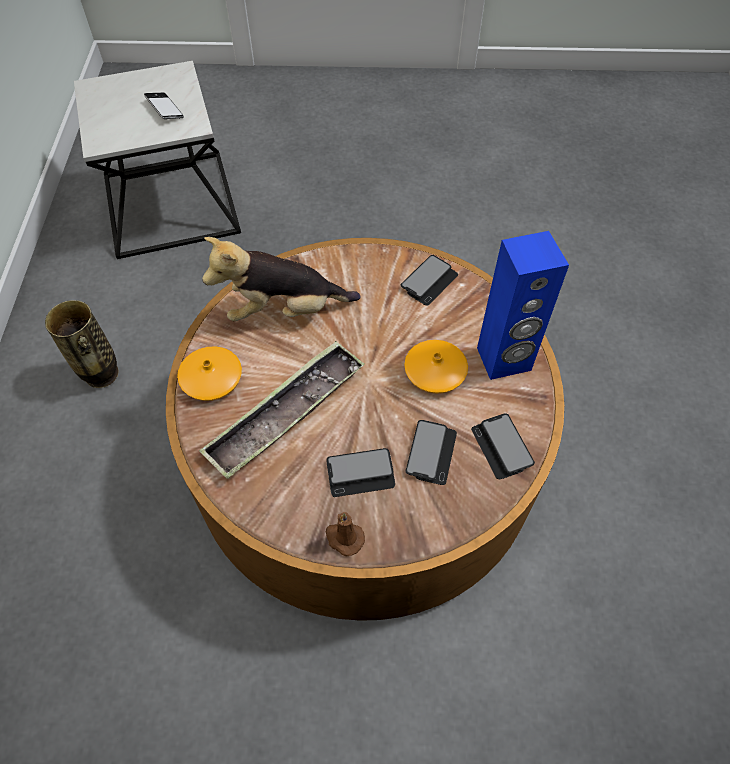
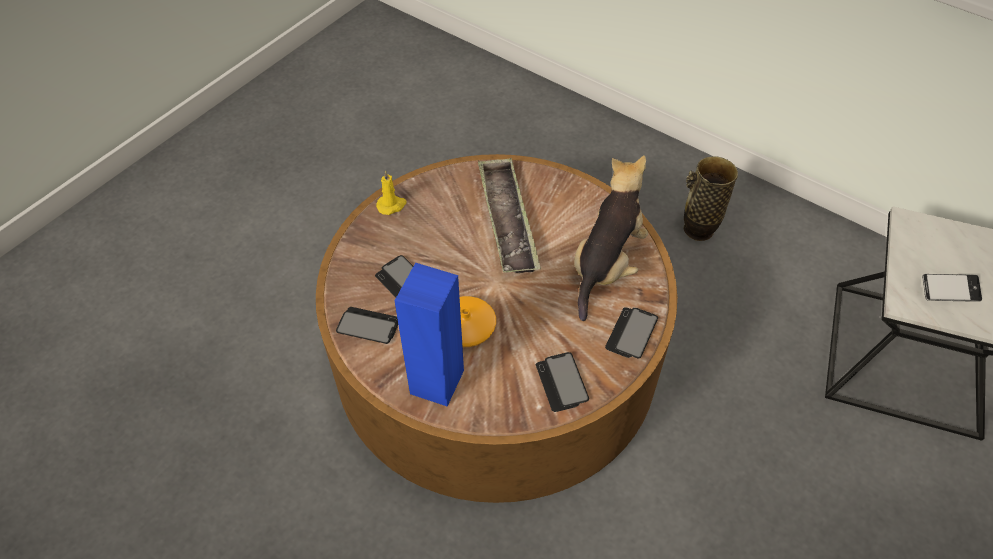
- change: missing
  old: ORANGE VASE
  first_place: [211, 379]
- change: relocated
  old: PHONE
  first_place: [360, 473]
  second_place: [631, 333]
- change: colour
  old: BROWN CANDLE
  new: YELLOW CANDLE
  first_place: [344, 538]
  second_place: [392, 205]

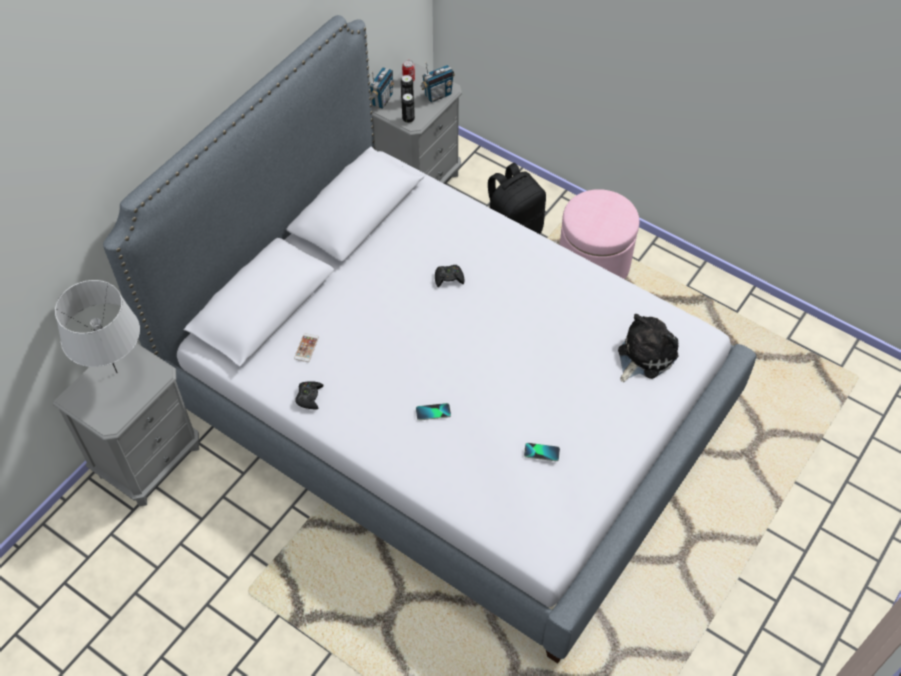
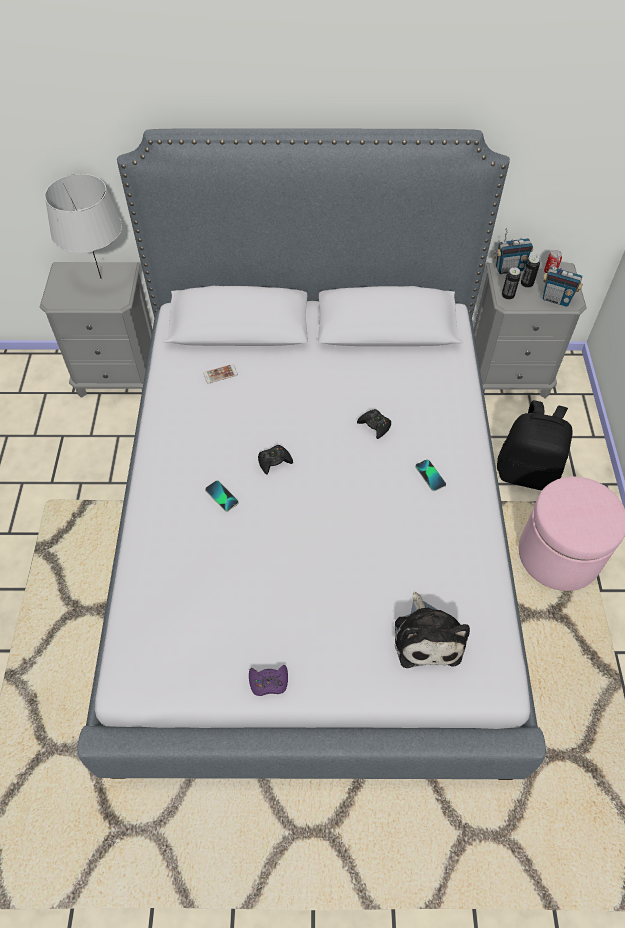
- change: appeared
  new: PURPLE GAME CONTROLLER
  second_place: [268, 682]
- change: relocated
  old: BLACK GAME CONTROLLER
  first_place: [309, 397]
  second_place: [274, 461]
- change: relocated
  old: PHONE
  first_place: [541, 452]
  second_place: [430, 475]
- change: spun
  old: PLUSH TOY
  first_place: [644, 355]
  second_place: [427, 636]
  degrees: 75

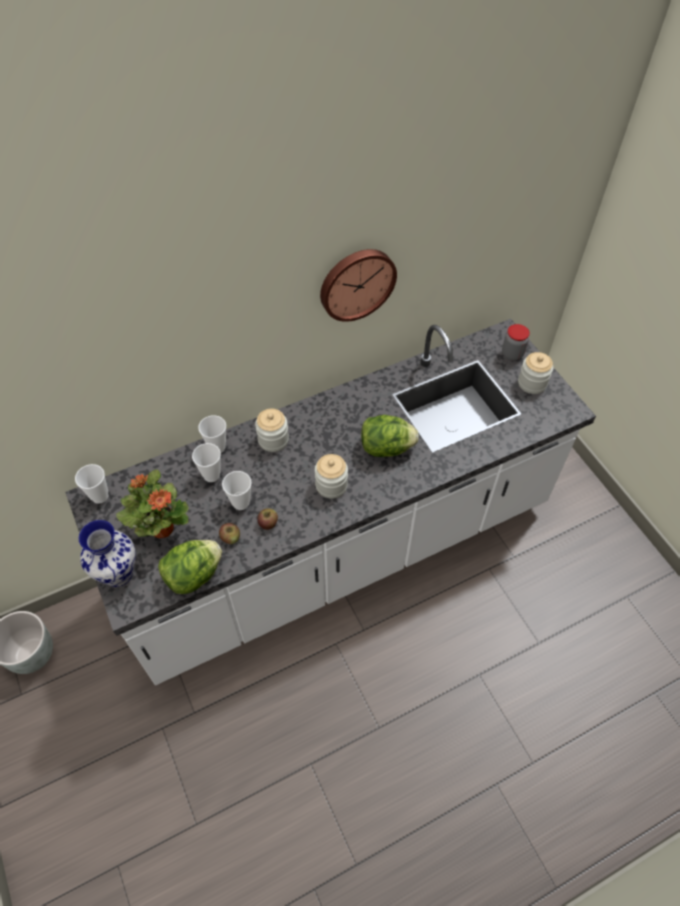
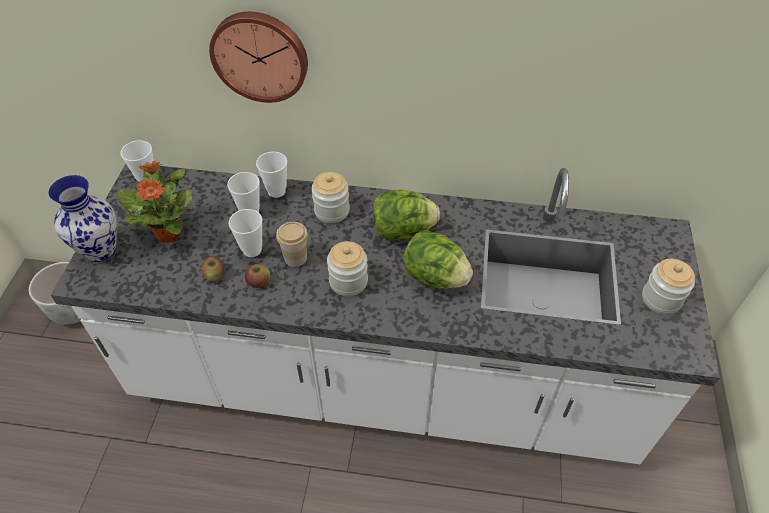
- change: missing
  old: JAR
  first_place: [512, 354]
- change: appeared
  new: CUP
  second_place: [295, 258]
- change: relocated
  old: LETTUCE
  first_place: [193, 575]
  second_place: [403, 230]
- change: relocated
  old: WALL CLOCK
  first_place: [356, 283]
  second_place: [260, 55]

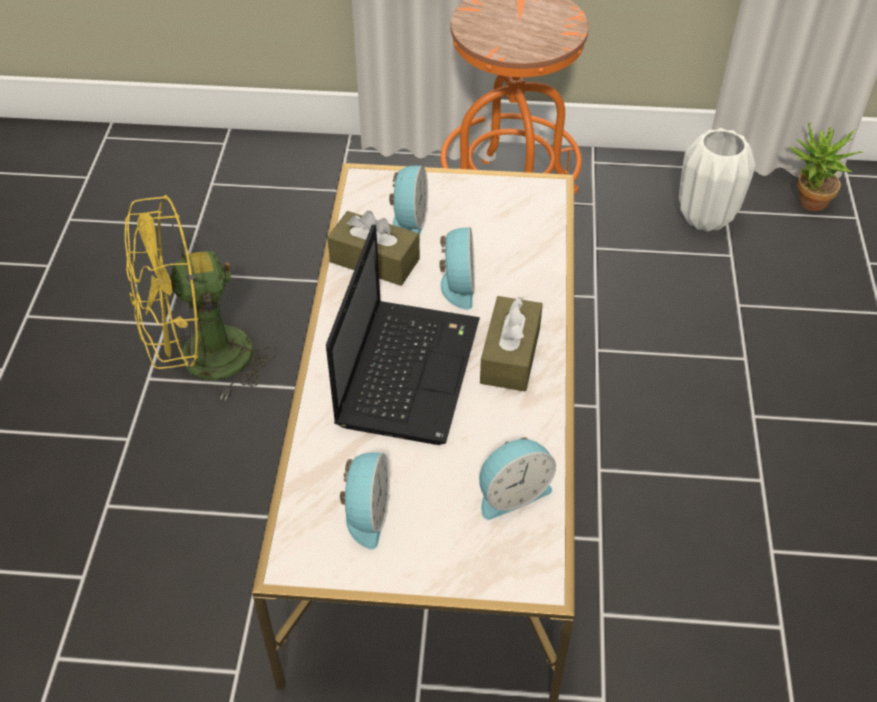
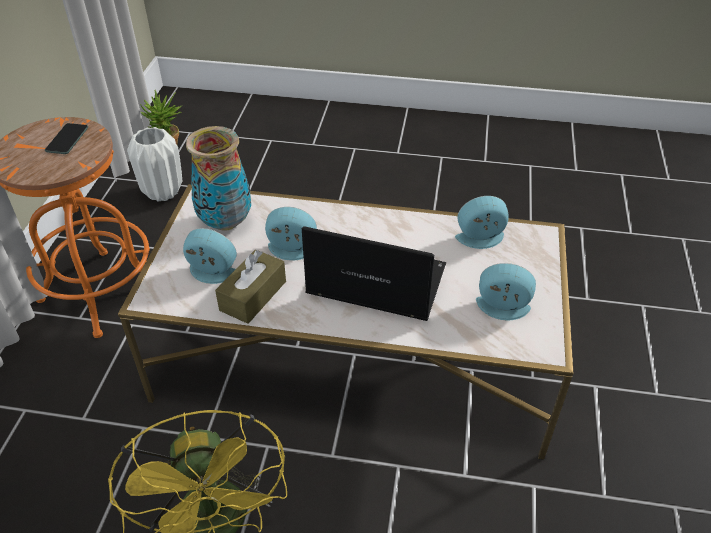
- change: missing
  old: BROWN TISSUE BOX
  first_place: [510, 355]
- change: appeared
  new: PHONE
  second_place: [67, 139]
- change: appeared
  new: VASE
  second_place: [225, 222]
- change: spun
  old: ALARM CLOCK
  first_place: [511, 493]
  second_place: [481, 240]
  degrees: -75

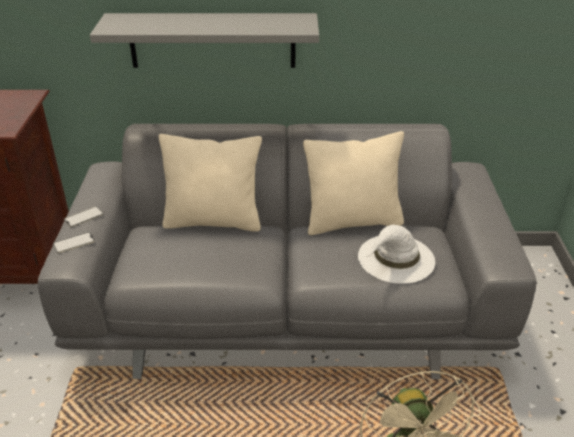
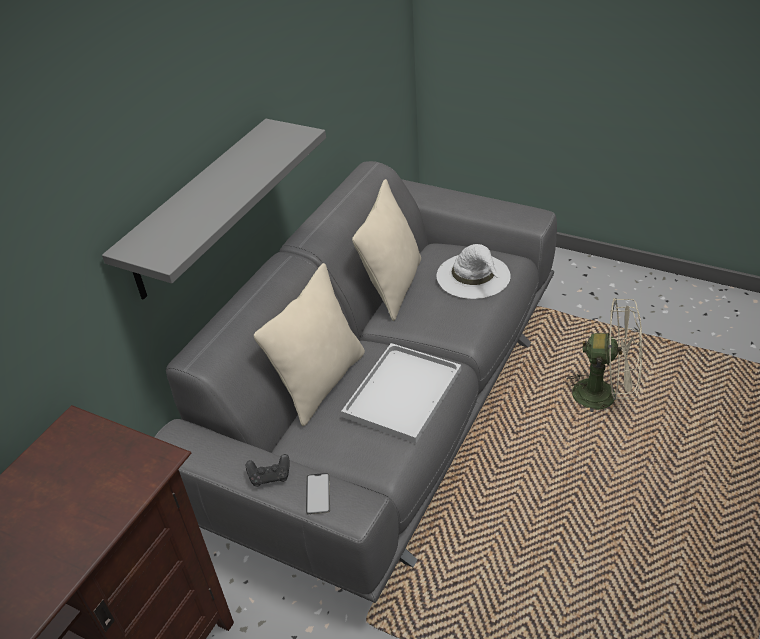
- change: appeared
  new: WHITE TRAY
  second_place: [402, 391]
- change: exchanged
  old: PHONE
  new: BLACK GAME CONTROLLER
  first_place: [84, 217]
  second_place: [270, 476]

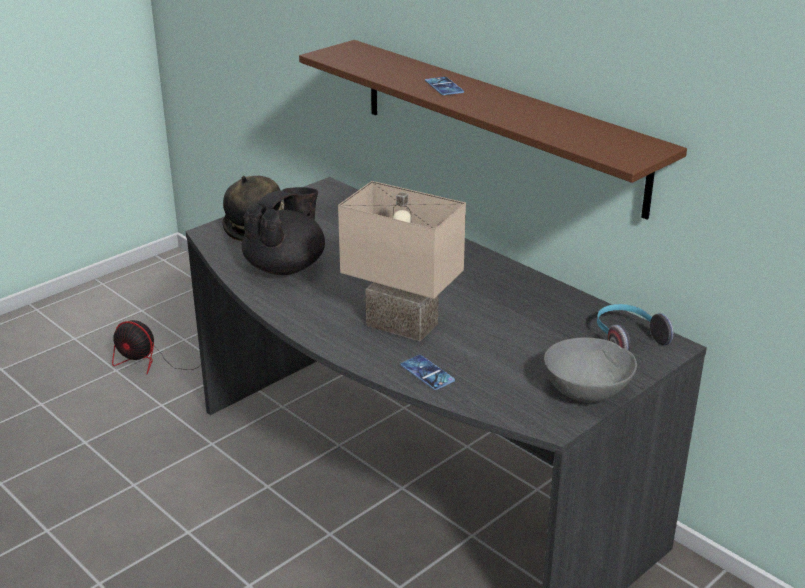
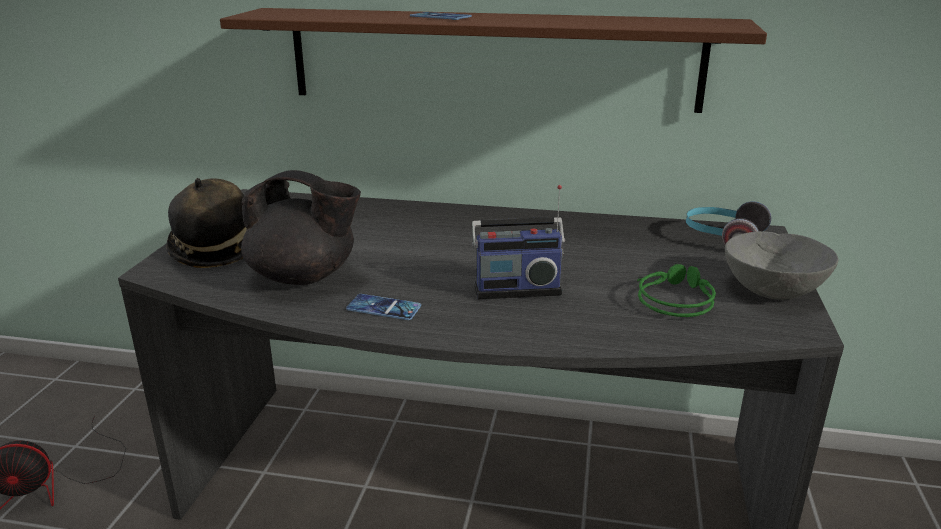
- change: appeared
  new: GREEN HEADPHONES
  second_place: [673, 299]
- change: relocated
  old: PHONE
  first_place: [427, 373]
  second_place: [384, 308]
- change: exchanged
  old: BEIGE TABLE LAMP
  new: RADIO
  first_place: [404, 323]
  second_place: [516, 289]
- change: spun
  old: BLACK TEAPOT
  first_place: [286, 267]
  second_place: [304, 277]
  degrees: 105

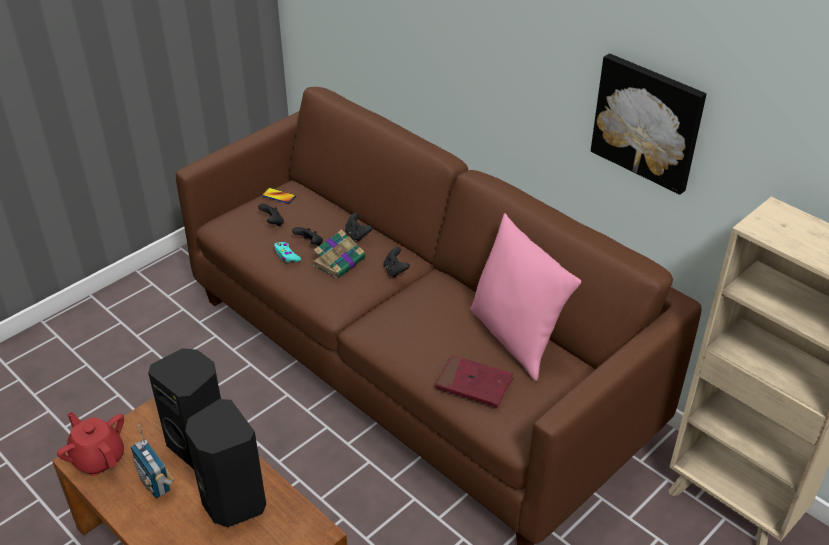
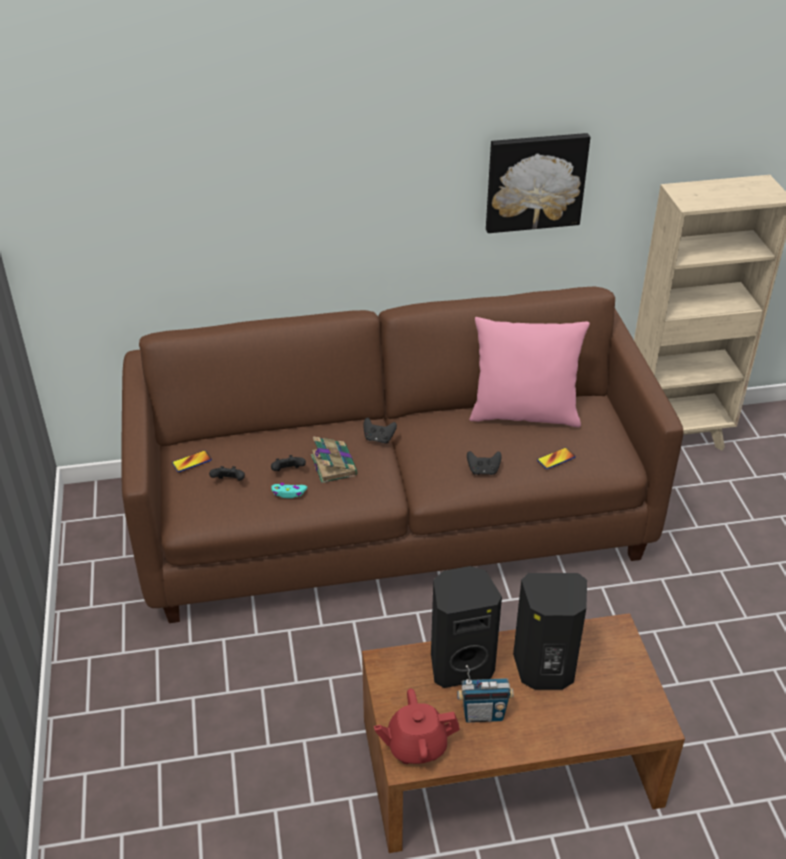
- change: relocated
  old: BLACK GAME CONTROLLER
  first_place: [357, 235]
  second_place: [483, 471]
- change: exchanged
  old: RED BOOK
  new: PHONE
  first_place: [474, 384]
  second_place: [556, 459]

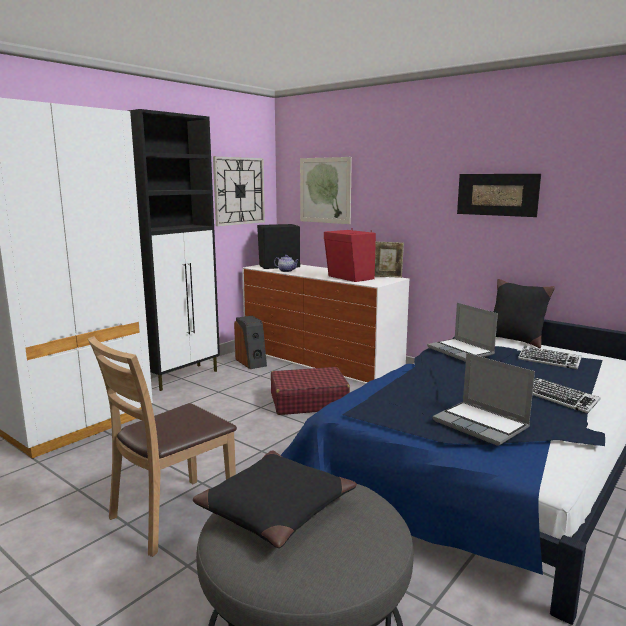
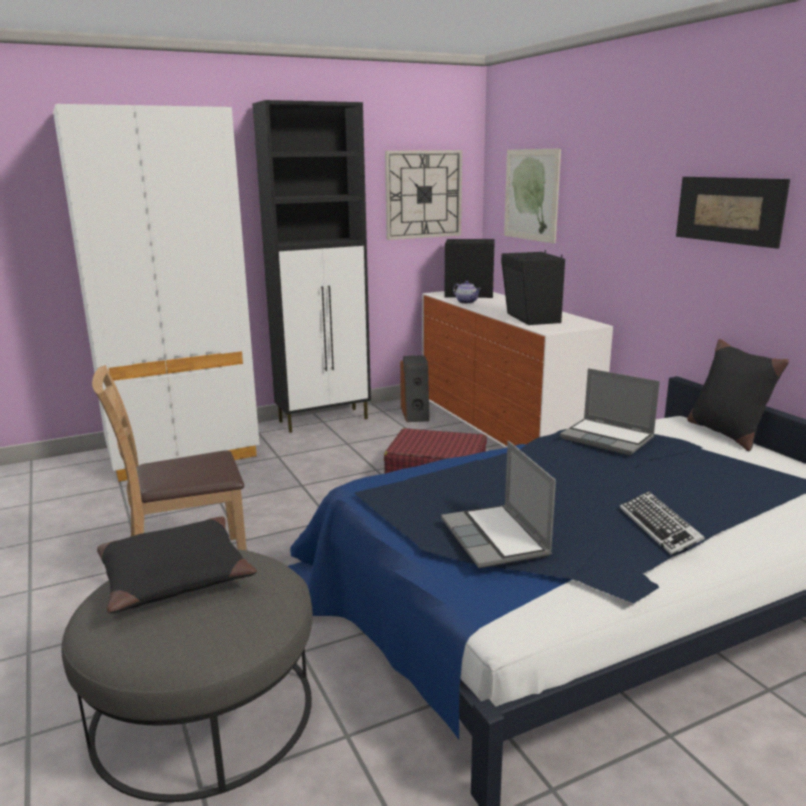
- change: missing
  old: PICTURE FRAME
  first_place: [387, 277]
- change: missing
  old: KEYBOARD
  first_place: [549, 361]
- change: colour
  old: RED SPEAKER
  new: BLACK SPEAKER
  first_place: [349, 278]
  second_place: [530, 318]
- change: spun
  old: LAPTOP
  first_place: [461, 351]
  second_place: [608, 438]
  degrees: -45

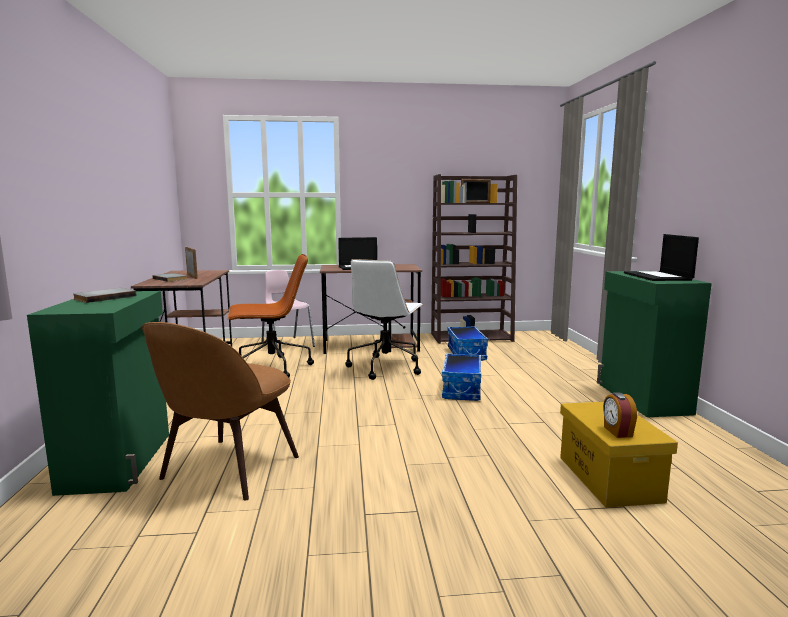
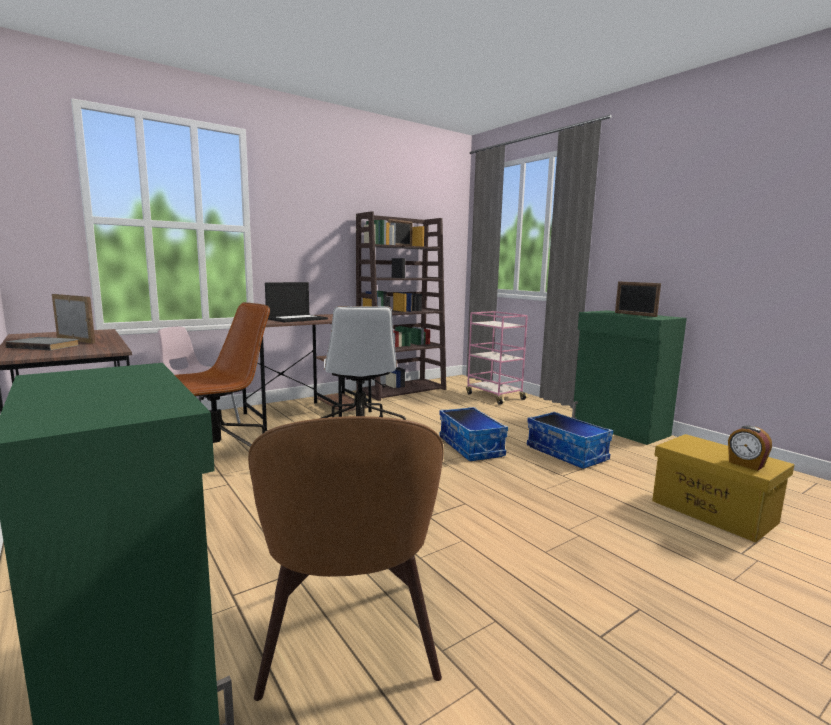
- change: missing
  old: GREY BOOK
  first_place: [104, 297]
- change: appeared
  new: PINK CART
  second_place: [494, 396]
- change: relocated
  old: STORAGE BOX
  first_place: [467, 354]
  second_place: [567, 453]
- change: exchanged
  old: LAPTOP
  new: PICTURE FRAME
  first_place: [658, 276]
  second_place: [635, 314]

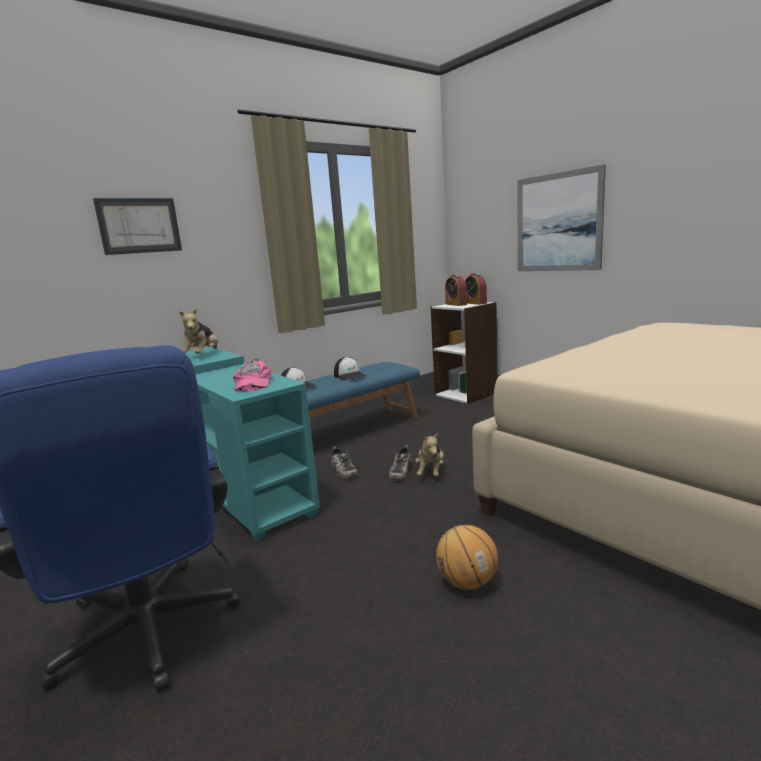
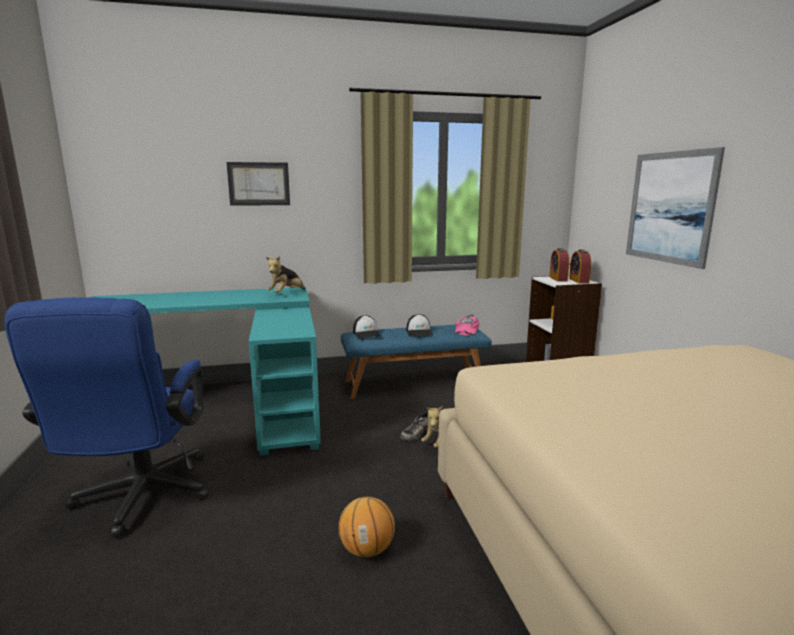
- change: missing
  old: SHOE
  first_place: [342, 470]
- change: relocated
  old: PINK CAP
  first_place: [252, 383]
  second_place: [466, 329]

